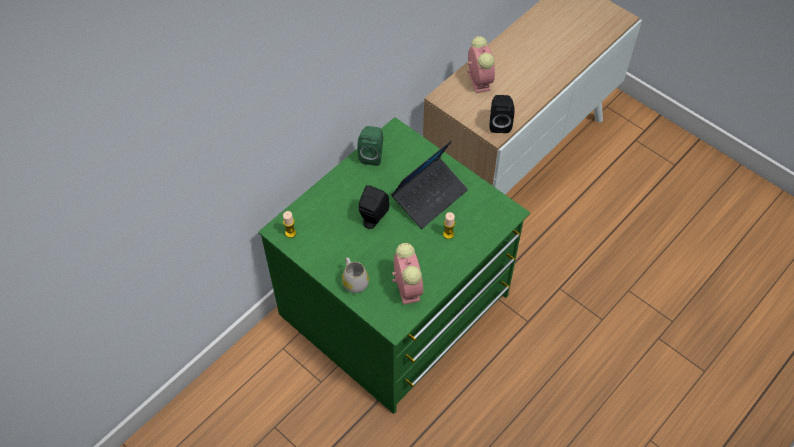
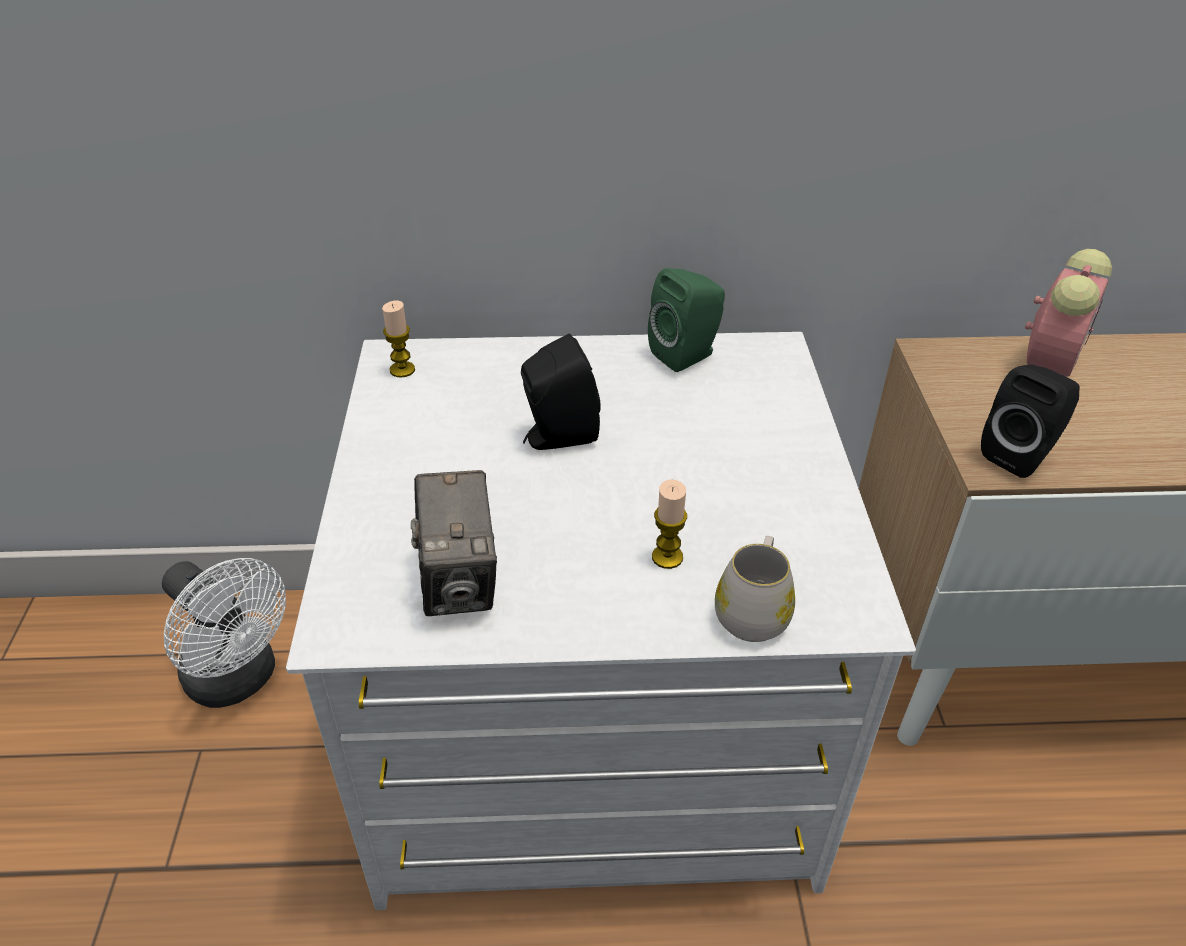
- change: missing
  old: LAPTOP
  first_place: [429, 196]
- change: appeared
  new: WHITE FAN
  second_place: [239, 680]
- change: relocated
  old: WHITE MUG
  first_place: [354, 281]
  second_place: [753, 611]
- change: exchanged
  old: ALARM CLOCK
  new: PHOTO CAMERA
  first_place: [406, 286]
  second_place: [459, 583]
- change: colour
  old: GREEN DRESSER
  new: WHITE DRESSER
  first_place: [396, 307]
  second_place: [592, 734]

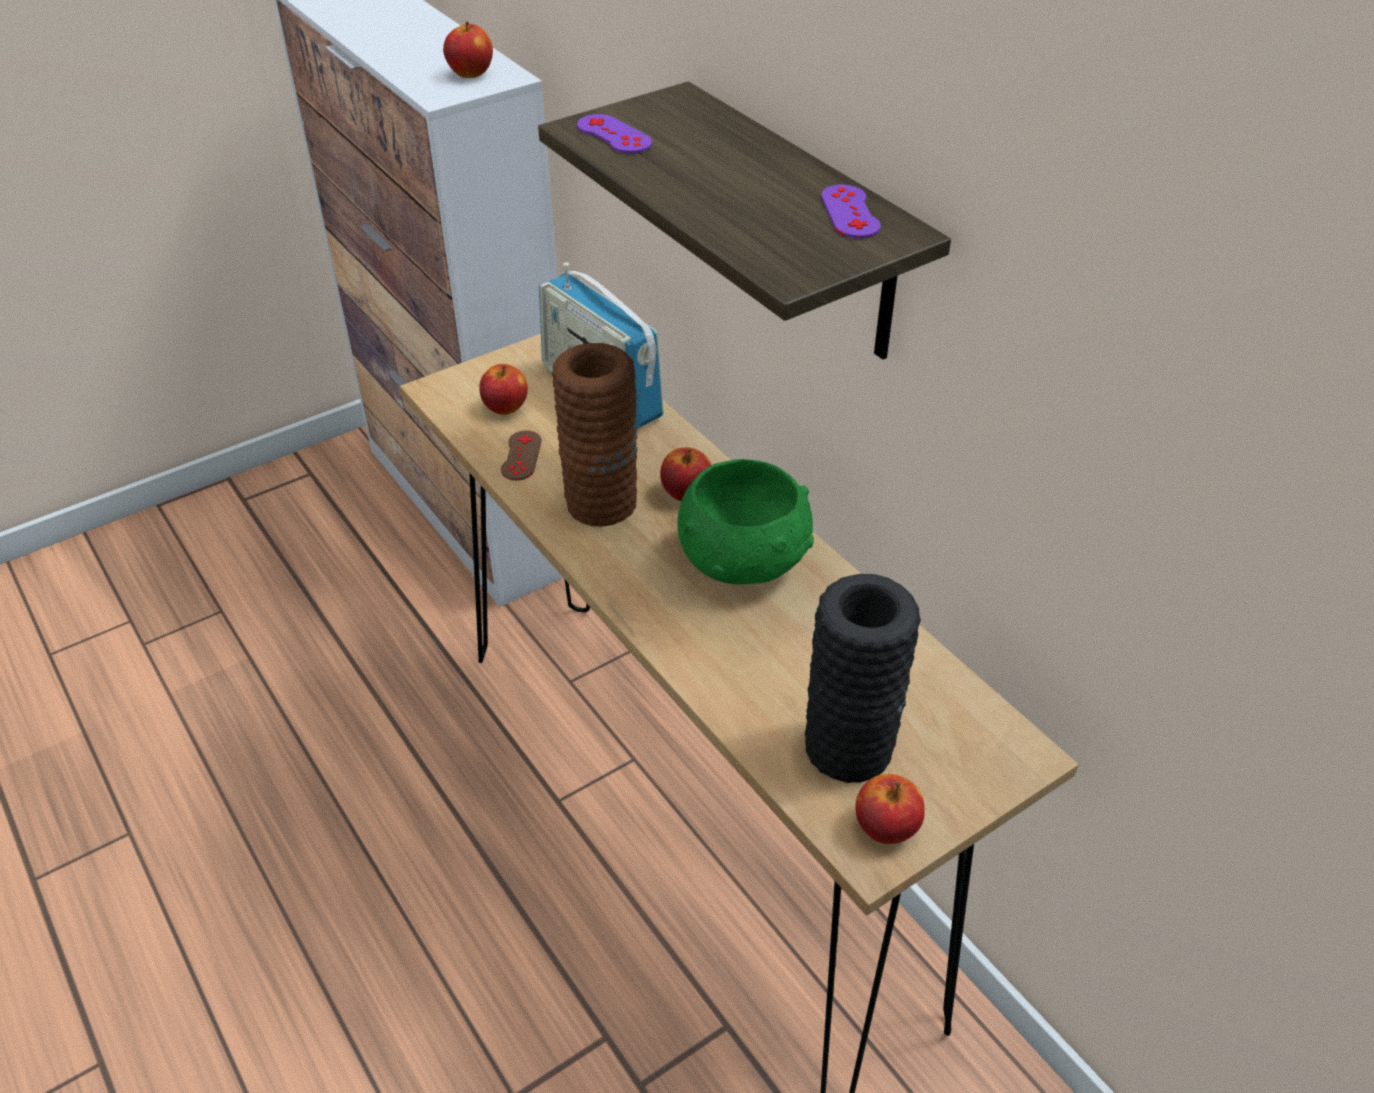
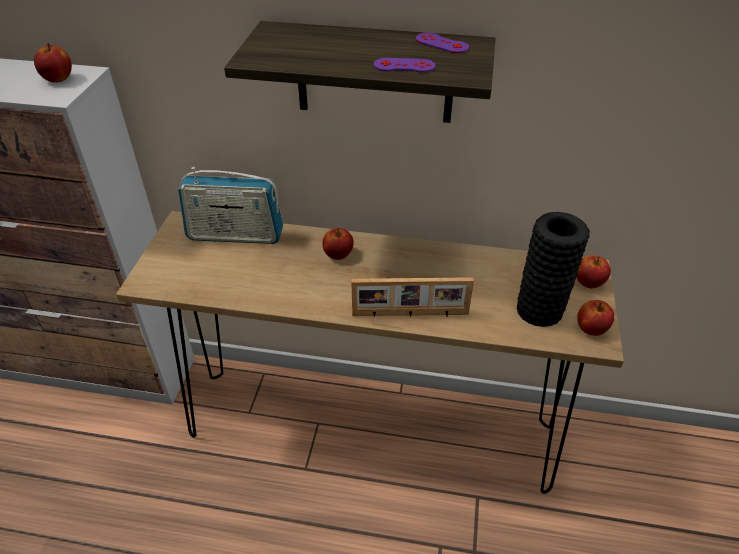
- change: missing
  old: BROWN GAME CONTROLLER
  first_place: [521, 456]
- change: missing
  old: BROWN VASE
  first_place: [601, 503]
- change: missing
  old: GREEN BOWL
  first_place: [744, 560]
- change: appeared
  new: PICTURE FRAME
  second_place: [410, 315]
- change: relocated
  old: APPLE
  first_place: [505, 408]
  second_place: [588, 283]
- change: relocated
  old: PURPLE GAME CONTROLLER
  first_place: [614, 135]
  second_place: [404, 66]

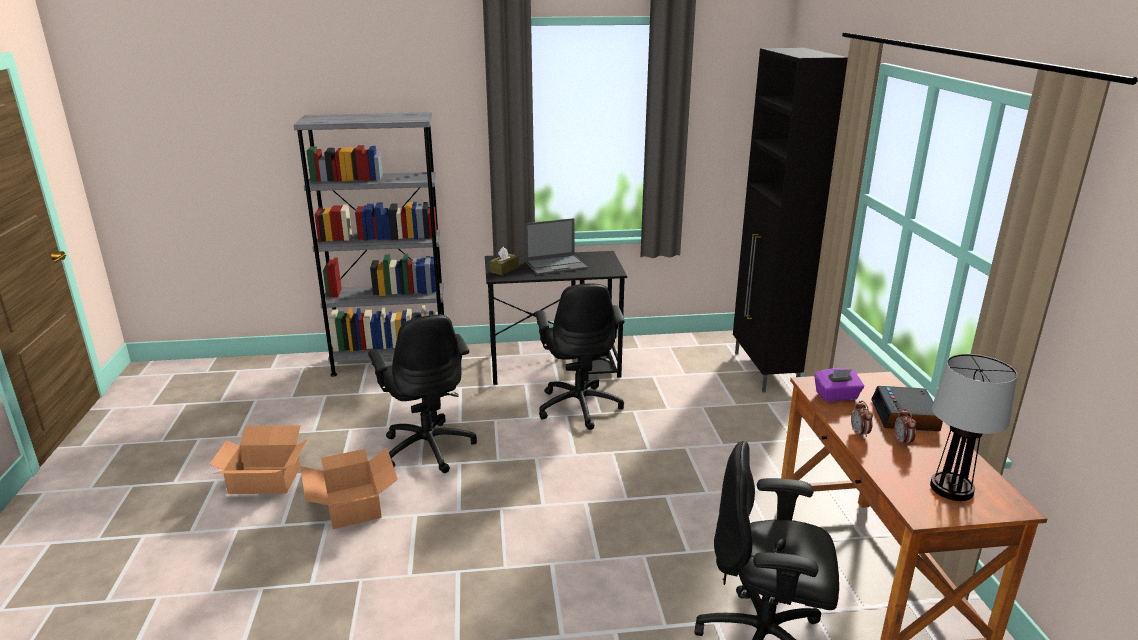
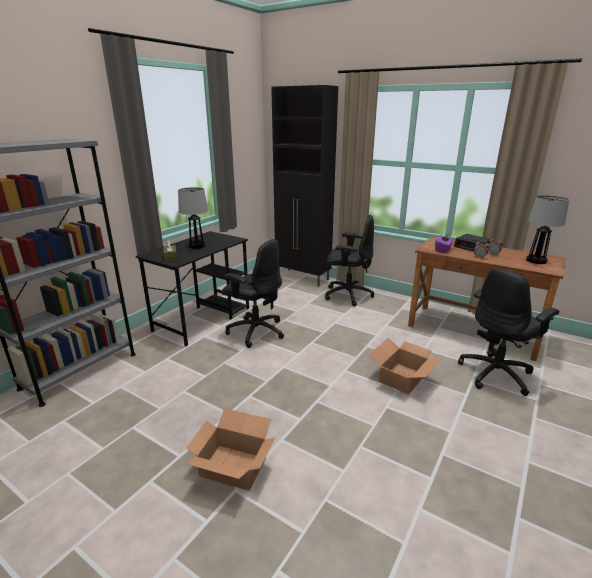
- change: relocated
  old: CARDBOARD BOX
  first_place: [264, 479]
  second_place: [401, 378]
- change: relocated
  old: BLACK OFFICE CHAIR
  first_place: [428, 447]
  second_place: [347, 295]
- change: exchanged
  old: LAPTOP
  new: TABLE LAMP
  first_place: [556, 265]
  second_place: [197, 246]

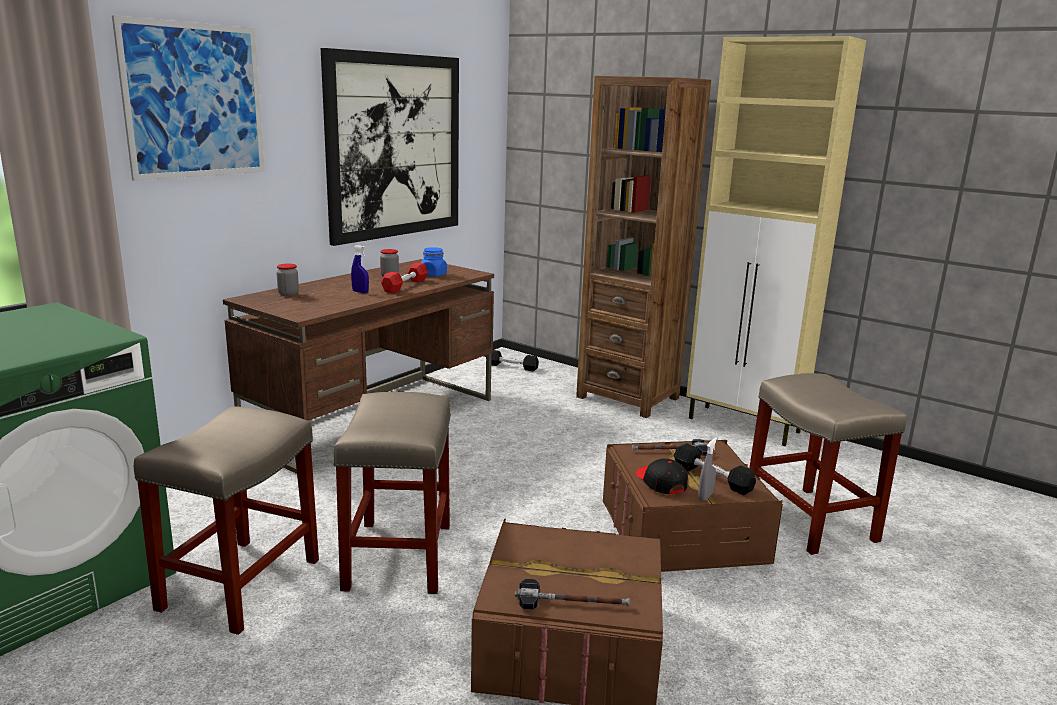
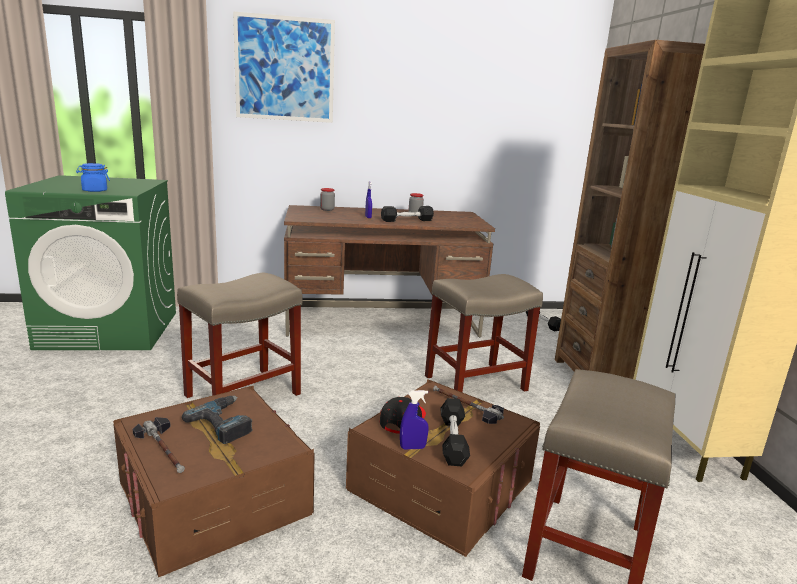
- change: missing
  old: PICTURE
  first_place: [395, 146]
- change: appeared
  new: POWER DRILL
  second_place: [225, 423]
- change: relocated
  old: BEIGE STOOL
  first_place: [241, 582]
  second_place: [476, 383]
- change: relocated
  old: BLUE JAR
  first_place: [433, 275]
  second_place: [94, 190]
- change: colour
  old: RED DUMBBELL
  new: BLACK DUMBBELL
  first_place: [405, 285]
  second_place: [407, 220]
- change: colour
  old: GREY SPRAY BOTTLE
  new: BLUE SPRAY BOTTLE
  first_place: [705, 496]
  second_place: [412, 447]

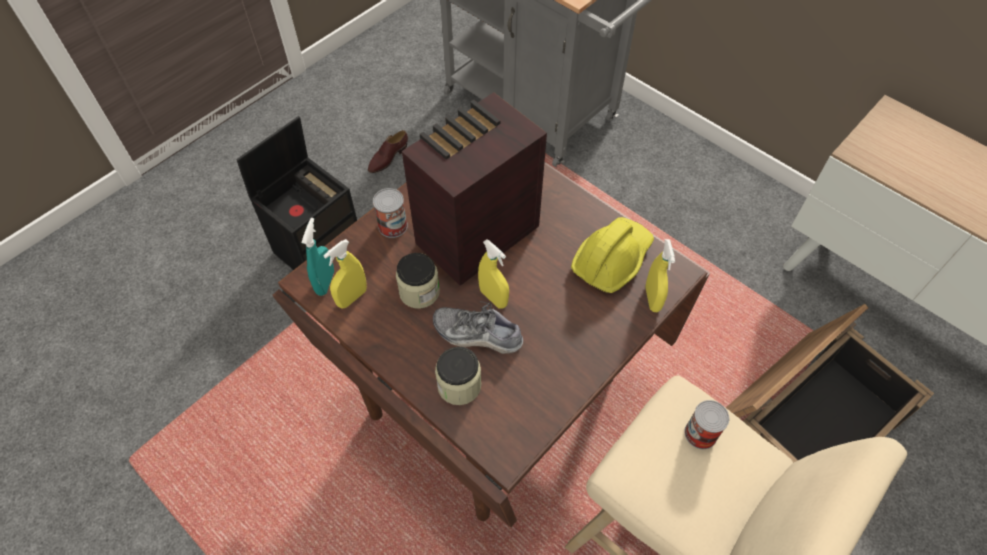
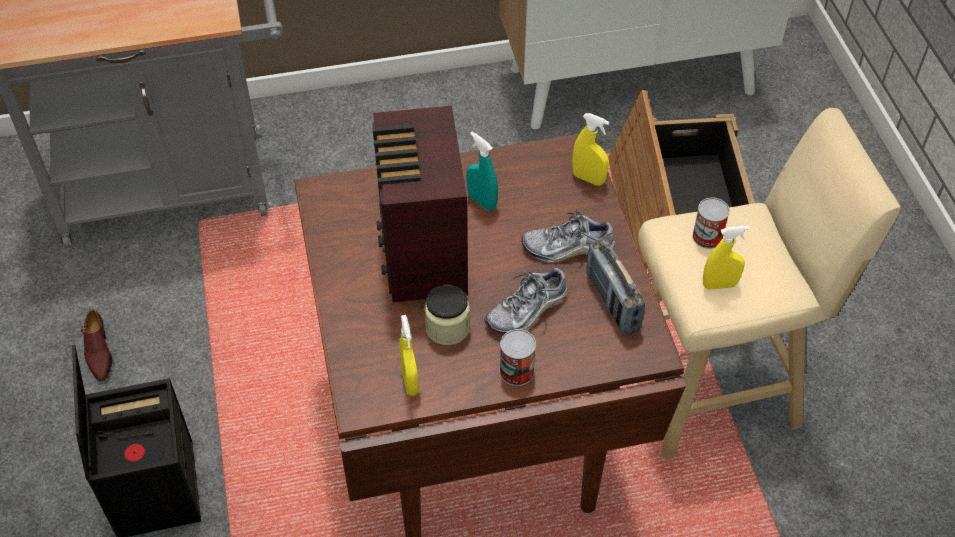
- change: missing
  old: JAR
  first_place: [459, 385]
- change: missing
  old: YELLOW HARD HAT
  first_place: [611, 259]
- change: appeared
  new: SHOE
  second_place: [567, 248]
- change: appeared
  new: RADIO
  second_place: [612, 302]
- change: relocated
  old: TURQUOISE SPRAY BOTTLE
  first_place: [325, 282]
  second_place: [481, 201]
- change: relocated
  old: CAN
  first_place: [392, 226]
  second_place: [516, 371]
- change: relocated
  old: YELLOW SPRAY BOTTLE
  first_place: [493, 297]
  second_place: [719, 285]

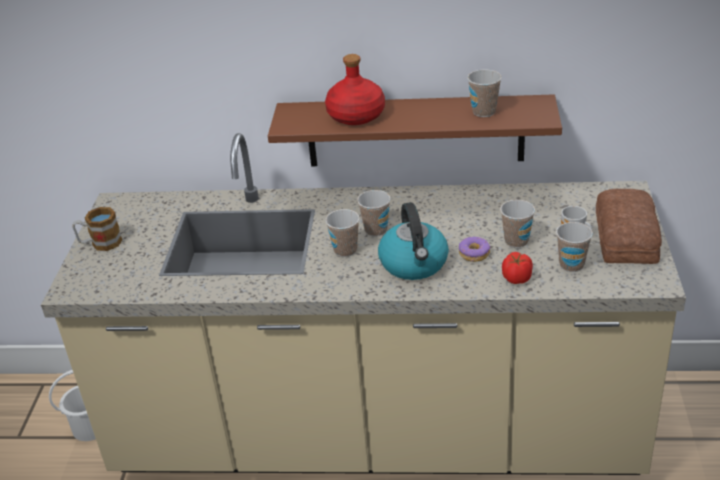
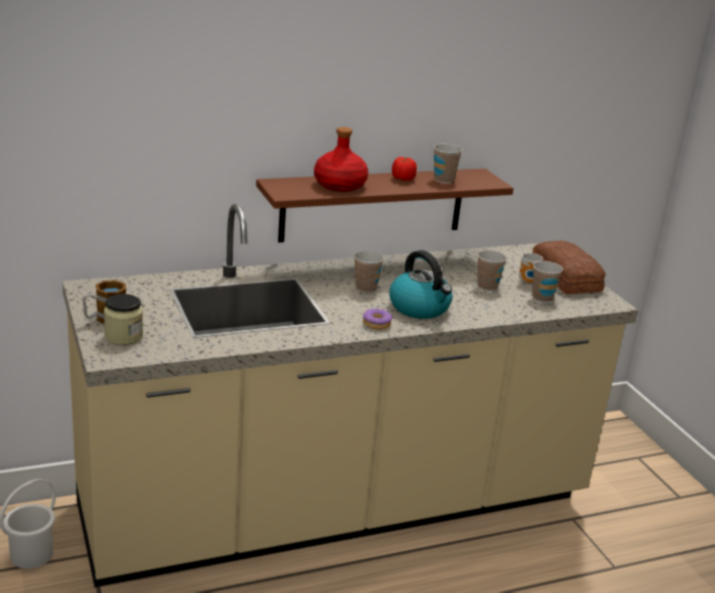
- change: missing
  old: CUP
  first_place: [345, 250]
- change: appeared
  new: JAR
  second_place: [123, 336]
- change: relocated
  old: DONUT
  first_place: [474, 254]
  second_place: [377, 324]
- change: relocated
  old: TOMATO
  first_place: [516, 279]
  second_place: [403, 179]

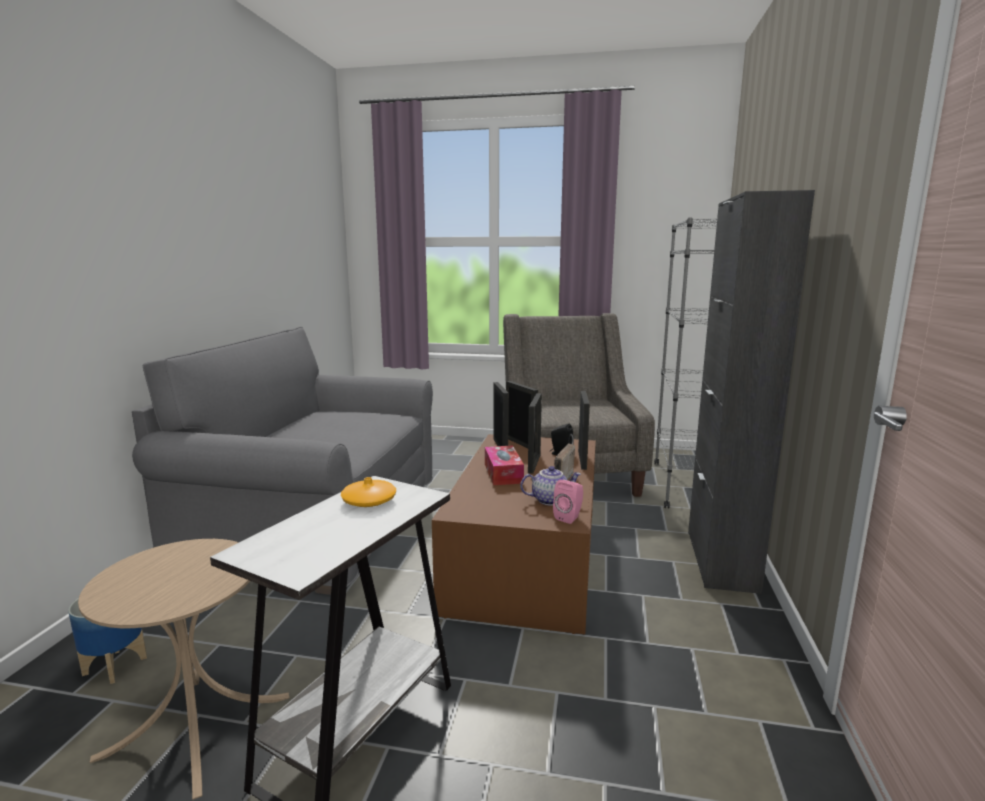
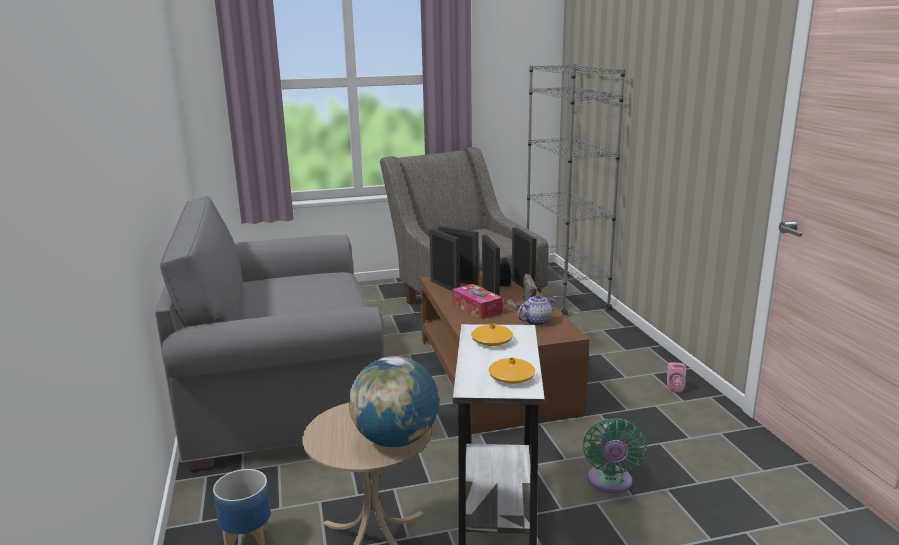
- change: missing
  old: BLACK CABINET
  first_place: [721, 560]
- change: appeared
  new: GLOBE
  second_place: [396, 440]
- change: appeared
  new: ORANGE VASE
  second_place: [511, 377]
- change: appeared
  new: GREEN FAN
  second_place: [609, 483]
- change: relocated
  old: PINK SPEAKER
  first_place: [569, 517]
  second_place: [674, 387]

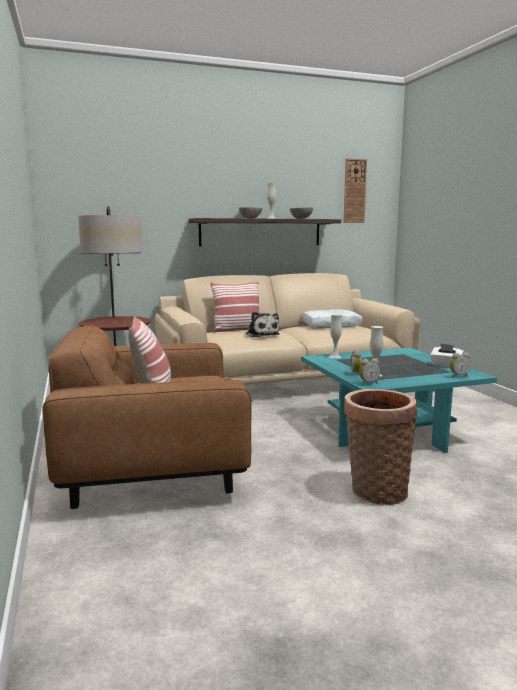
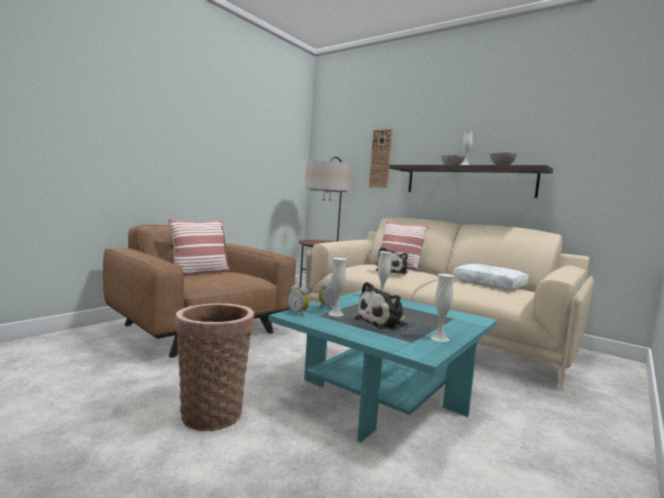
- change: missing
  old: ALARM CLOCK
  first_place: [458, 376]
- change: appeared
  new: PLUSH TOY
  second_place: [384, 323]
- change: relocated
  old: WALL CLOCK
  first_place: [354, 191]
  second_place: [380, 159]
- change: exchanged
  old: WHITE TISSUE BOX
  new: WHITE VASE
  first_place: [446, 365]
  second_place: [439, 338]

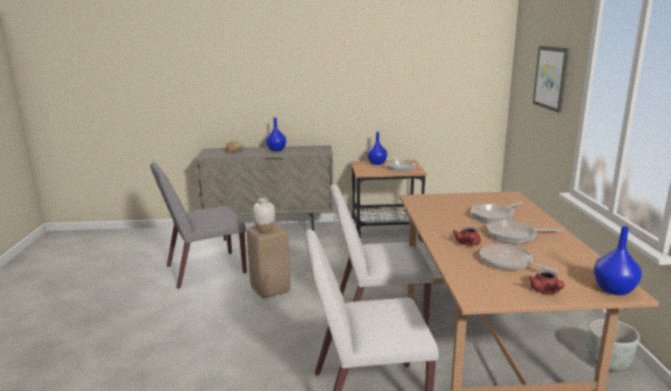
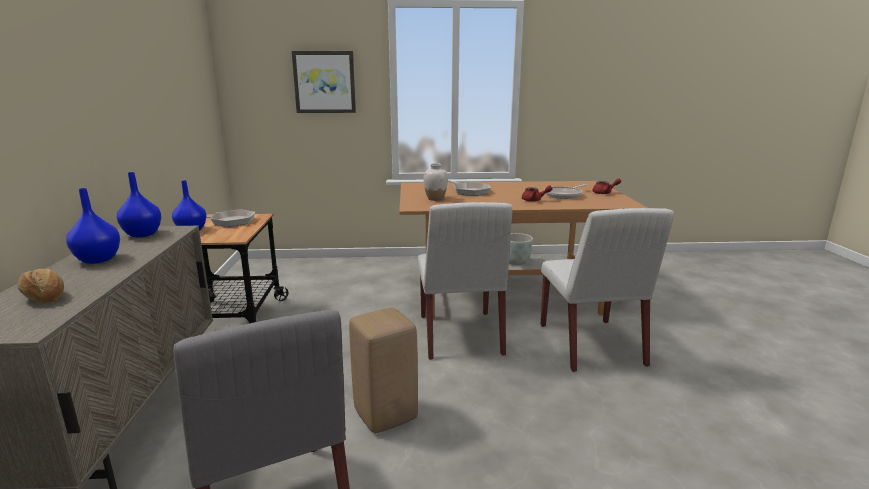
- change: missing
  old: FRYING PAN
  first_place: [514, 236]
- change: relocated
  old: WHITE VASE
  first_place: [264, 229]
  second_place: [435, 199]
- change: relocated
  old: BLUE VASE
  first_place: [614, 290]
  second_place: [143, 234]

